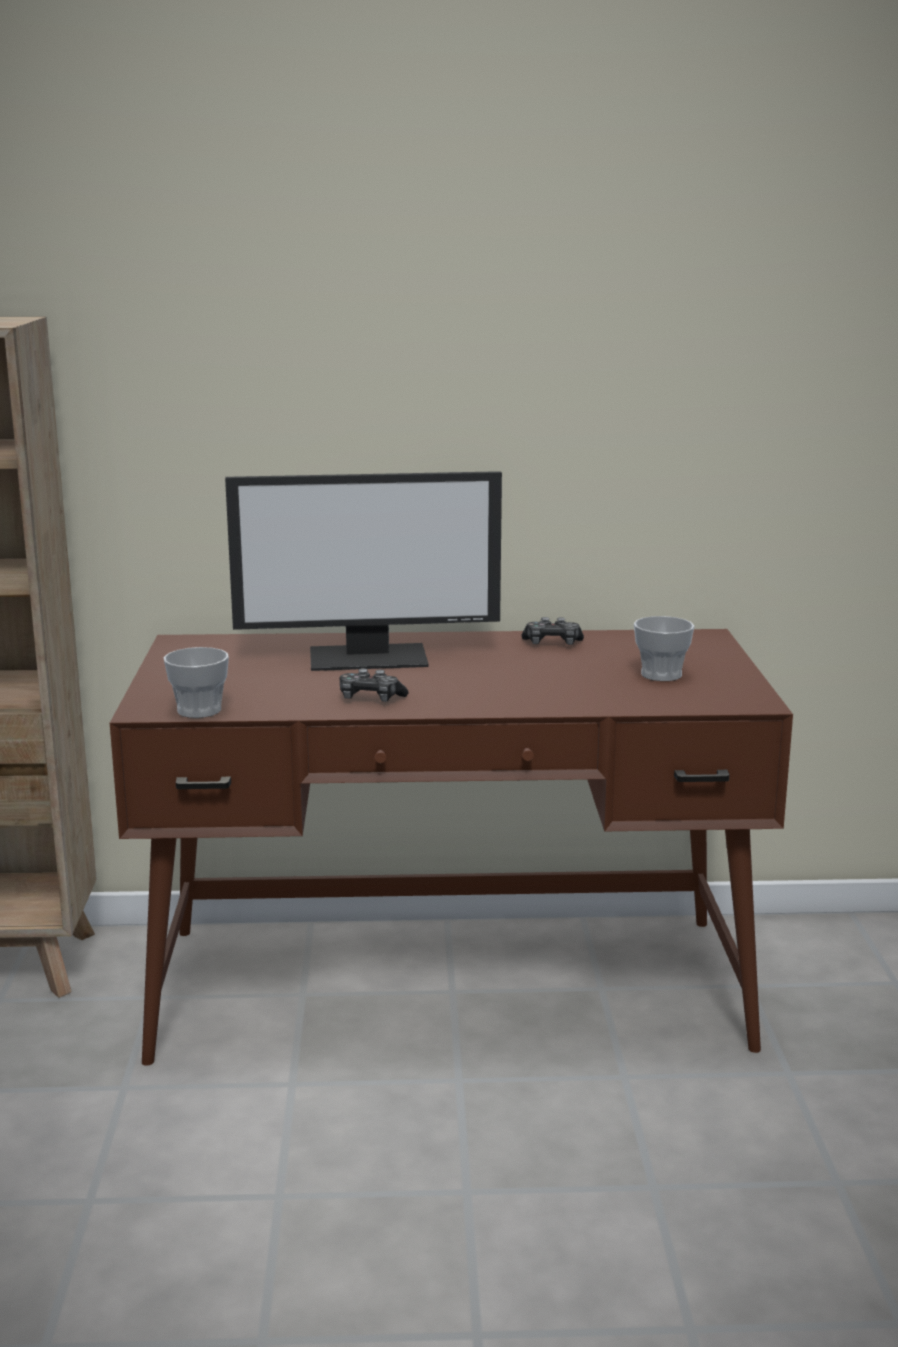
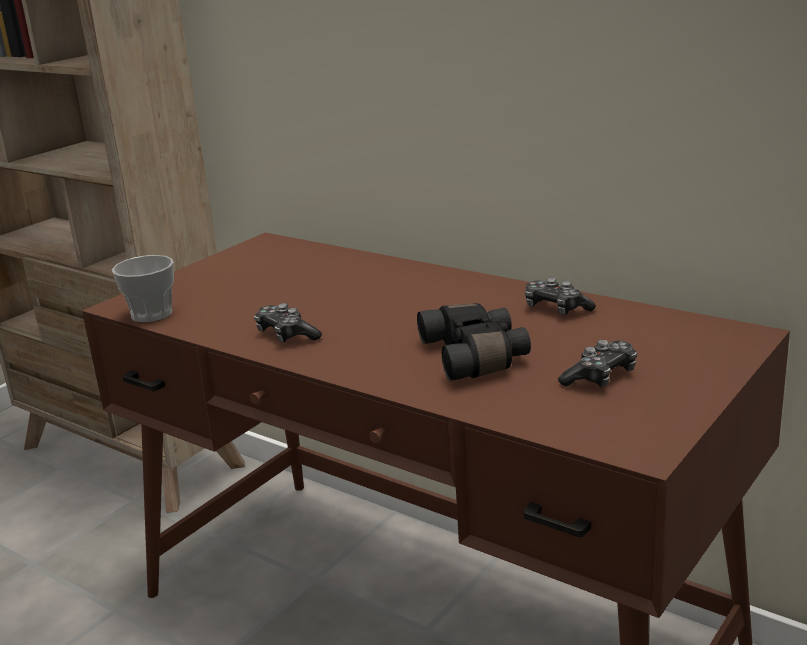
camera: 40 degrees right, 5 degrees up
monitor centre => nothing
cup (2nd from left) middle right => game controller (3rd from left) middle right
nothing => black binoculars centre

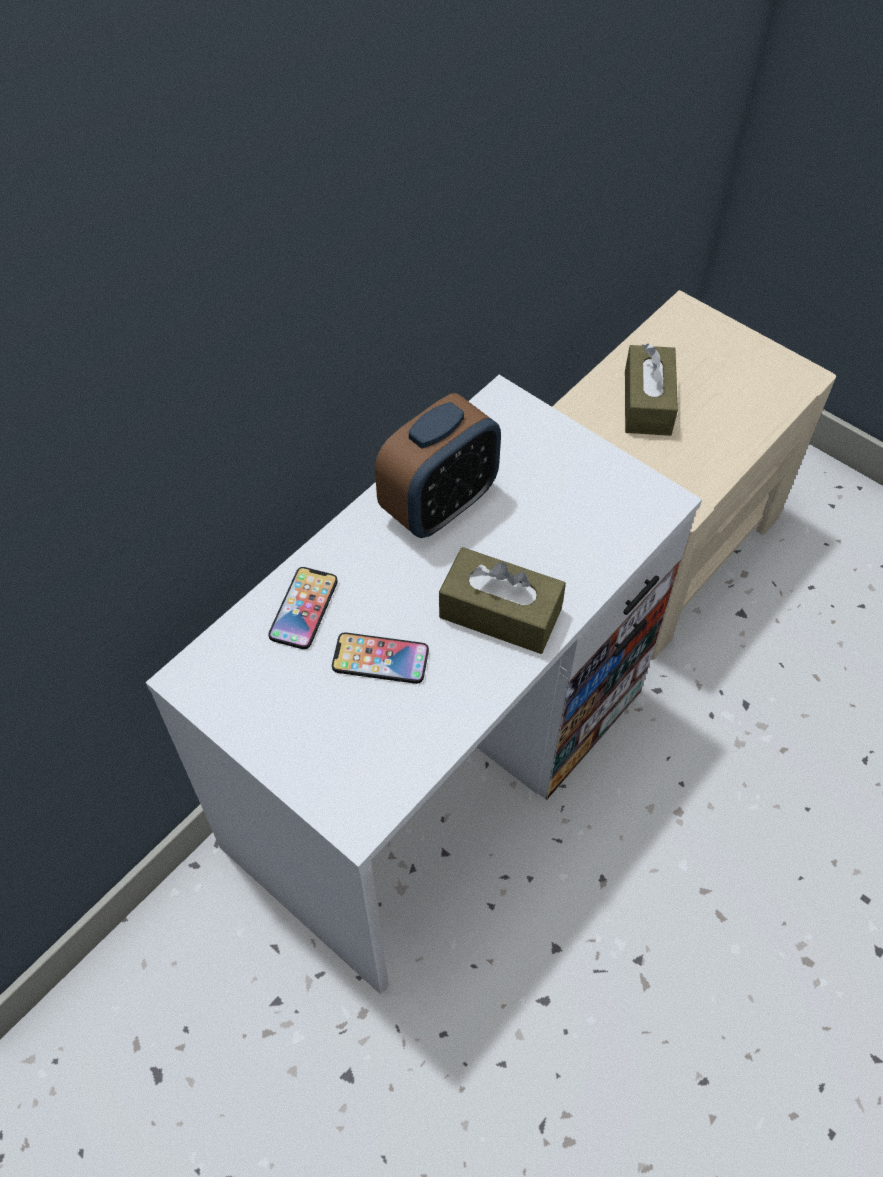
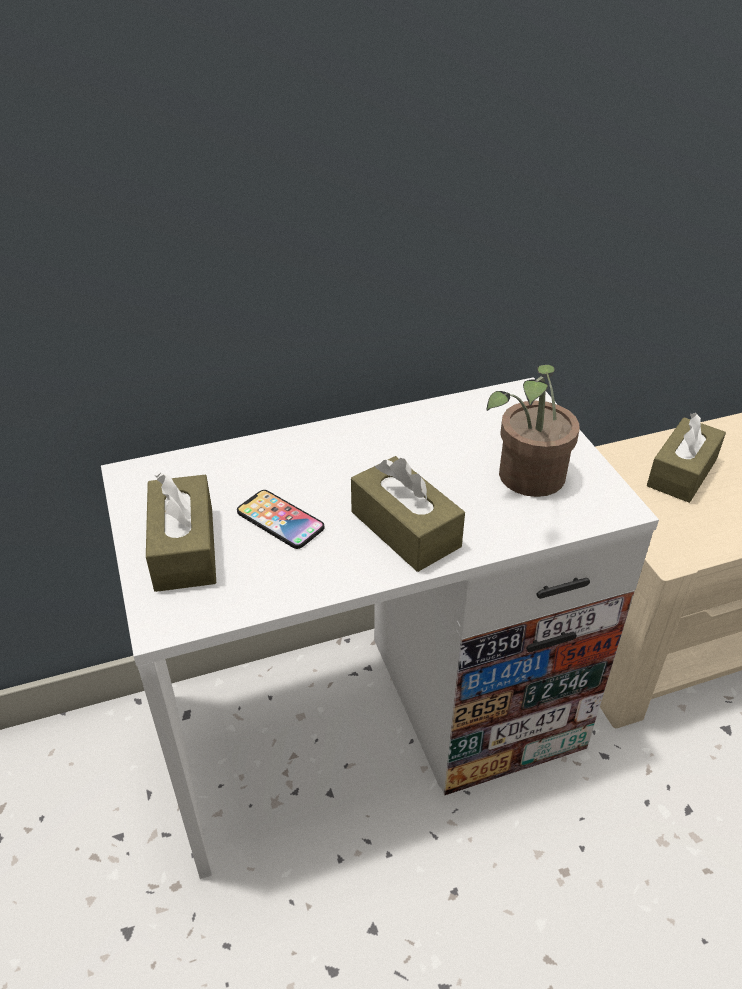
camera: 30 degrees right, 15 degrees down
alarm clock centre => nothing
phone (1st from left) centre => nothing
nothing => potted plant middle right
nothing => brown tissue box (1st from left) middle left

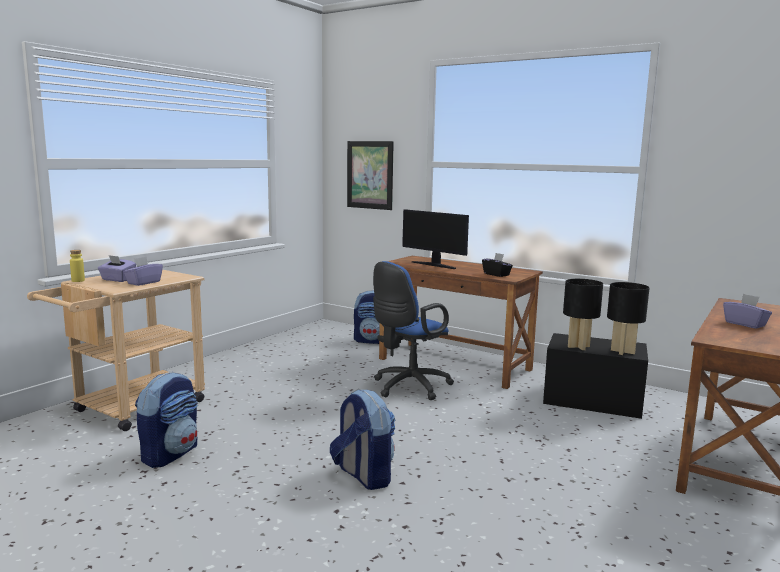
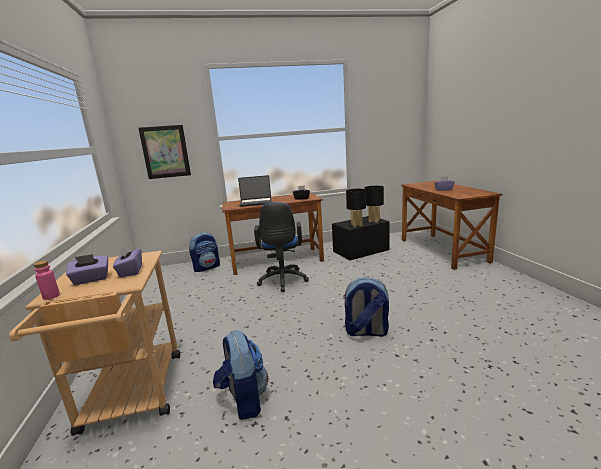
camera: 45 degrees left, 5 degrees up
monitor centre => laptop centre
yellow bottle middle left => pink bottle middle left

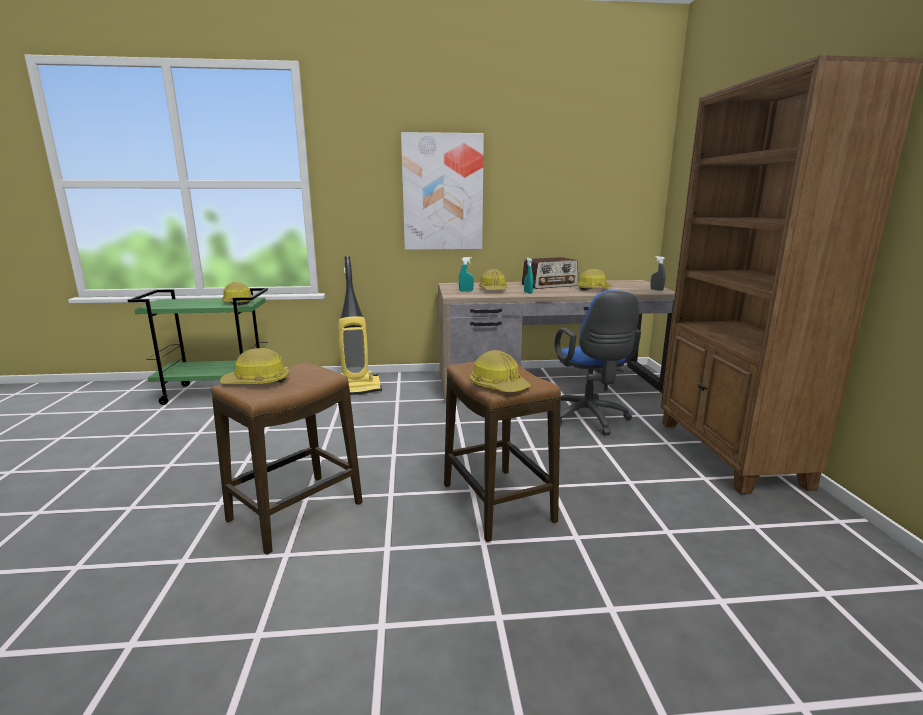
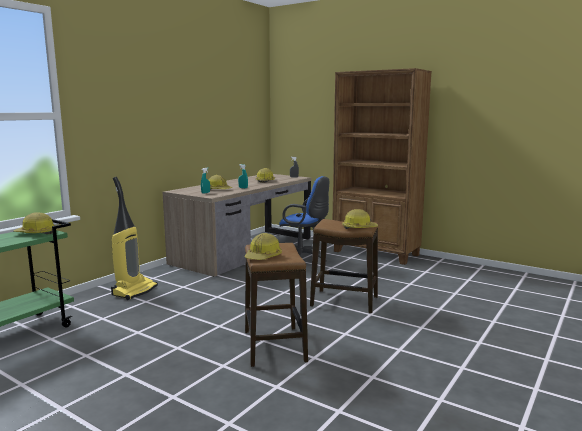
camera: 50 degrees left, 5 degrees down
picture top centre => nothing
radio centre => nothing

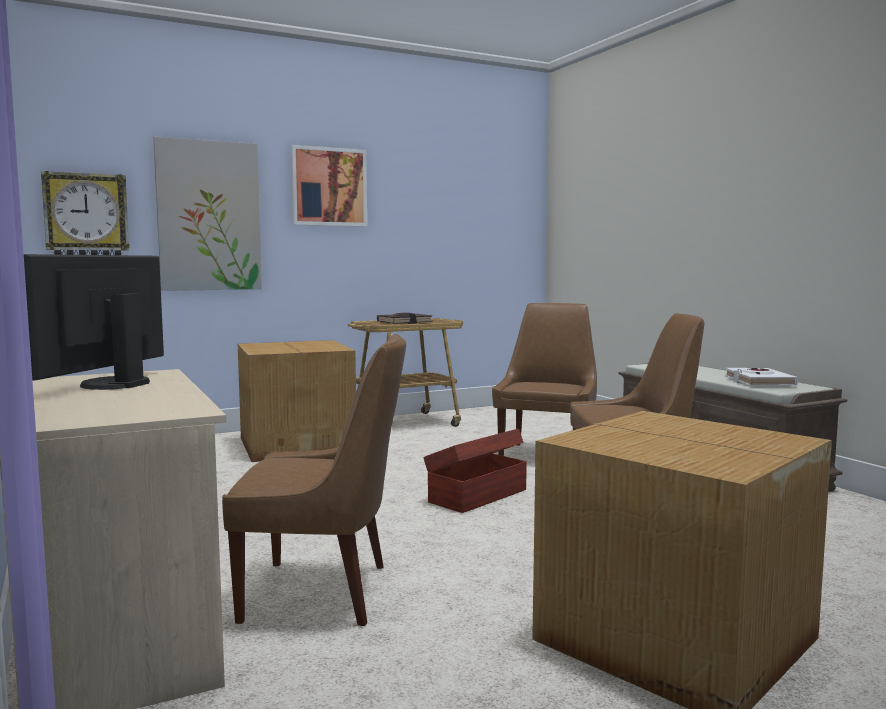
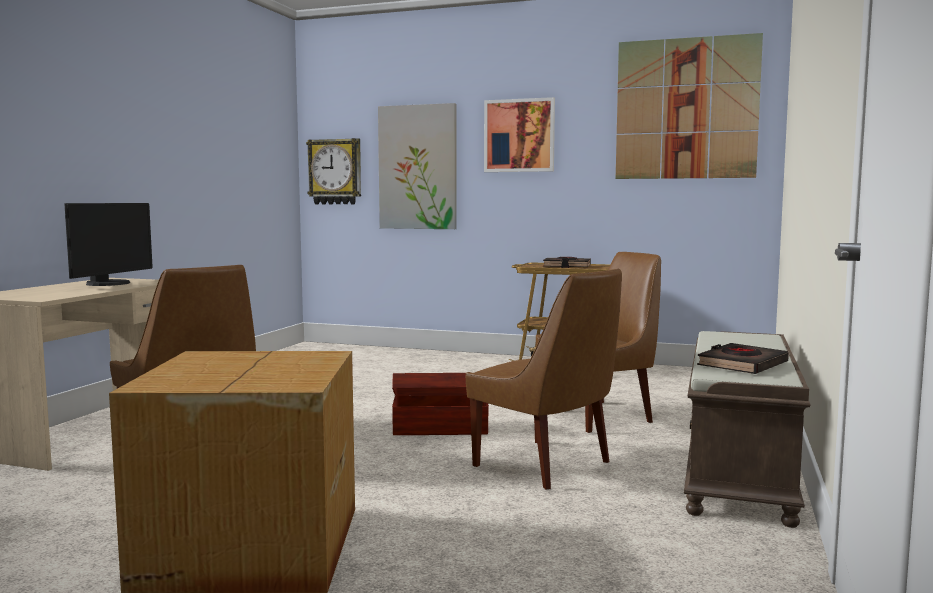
camera: 45 degrees right, 0 degrees up
monitor middle left, 135 degrees clockwise
cardboard box (1st from left) centre => nothing
white book middle right => black book (2nd from left) middle right
nothing => picture (3rd from left) top right

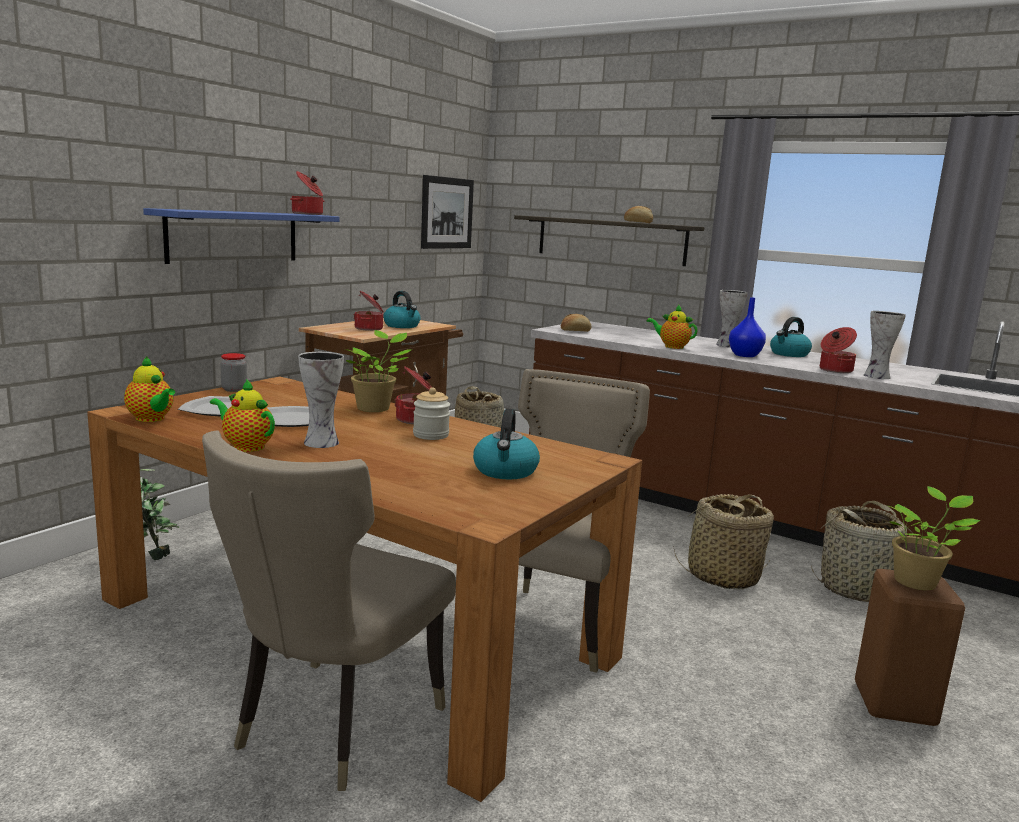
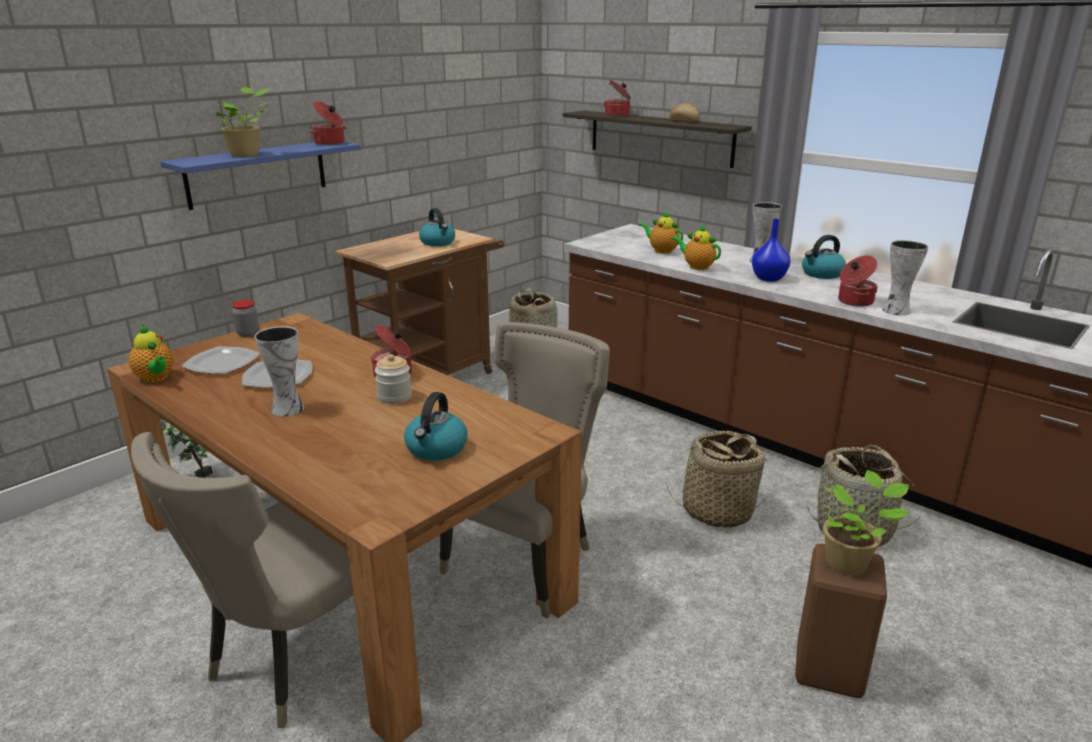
camera: 10 degrees right, 10 degrees up
picture top centre => nothing
cooking pot (2nd from left in the first image) centre => cooking pot (3rd from left) top centre, moved
bread (1st from left) centre => nothing
potted plant (2nd from left) centre => potted plant (2nd from left) top left, moved
teapot (2nd from left) middle left => teapot (2nd from left) top centre, moved

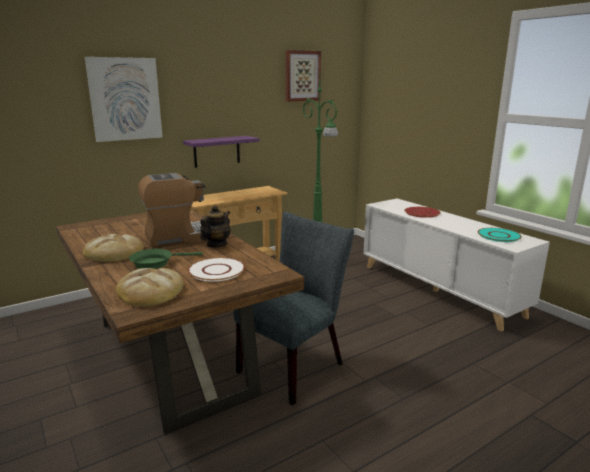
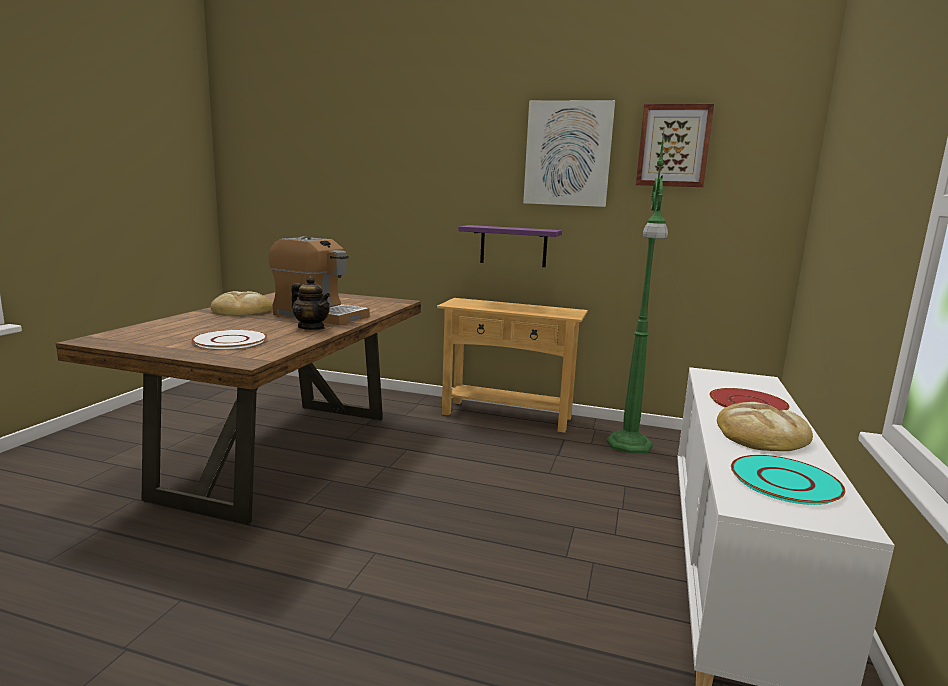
camera: 50 degrees right, 5 degrees down
picture (1st from left) top left => picture (1st from left) top centre, moved
teapot centre => teapot middle left, 45 degrees clockwise
grey chair centre => nothing
green frying pan middle left => nothing
bread (2nd from left) middle left => bread (2nd from left) middle right, moved

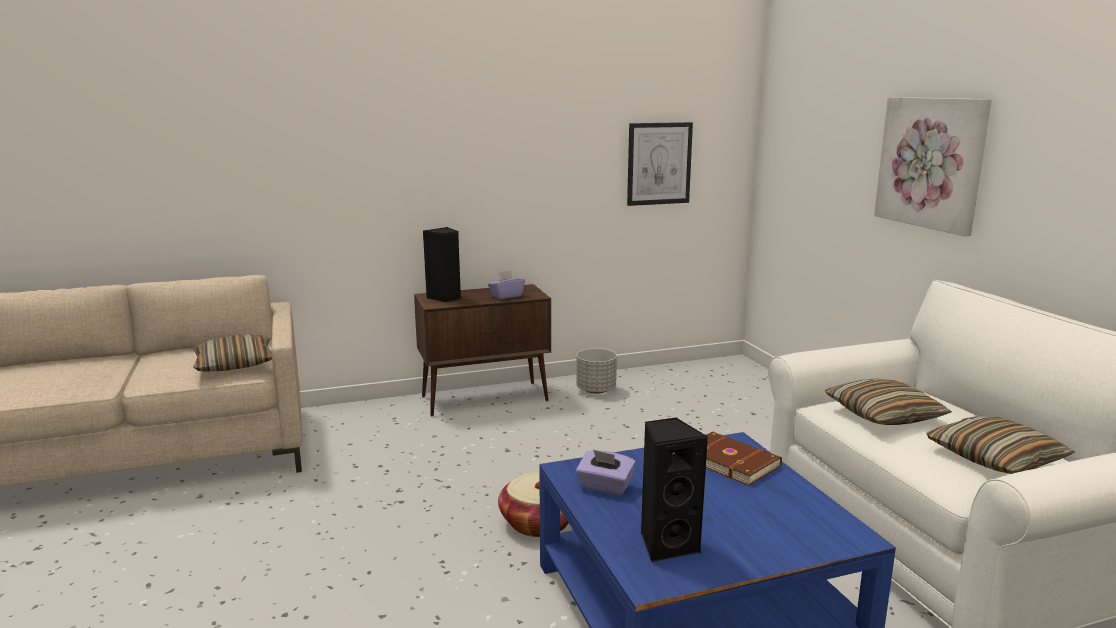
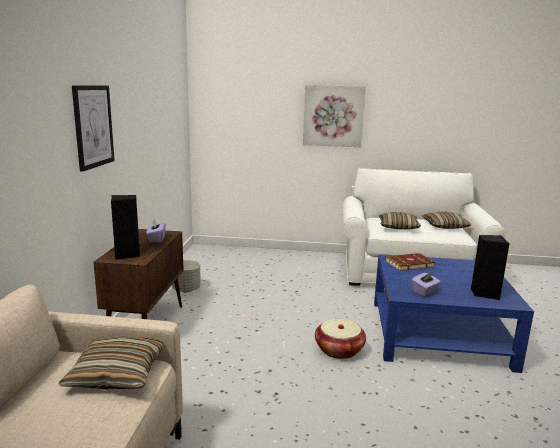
camera: 65 degrees left, 0 degrees up
picture (1st from left) top centre => picture (1st from left) top left, moved

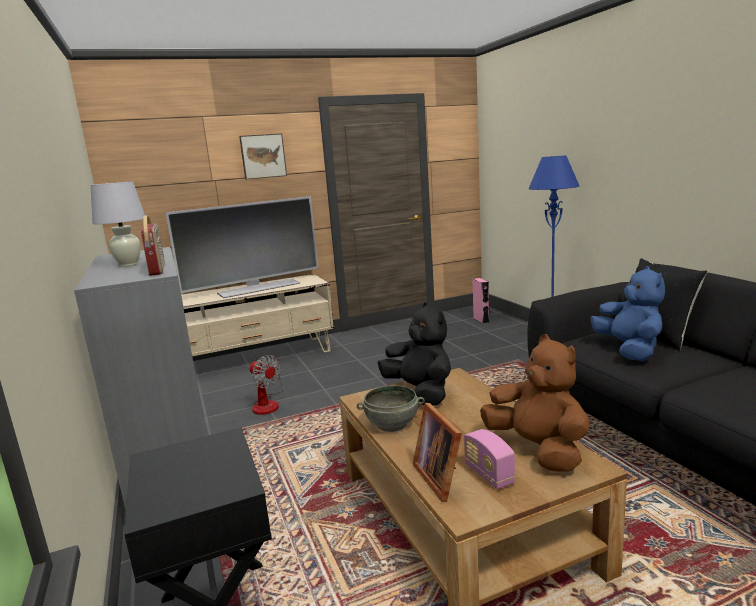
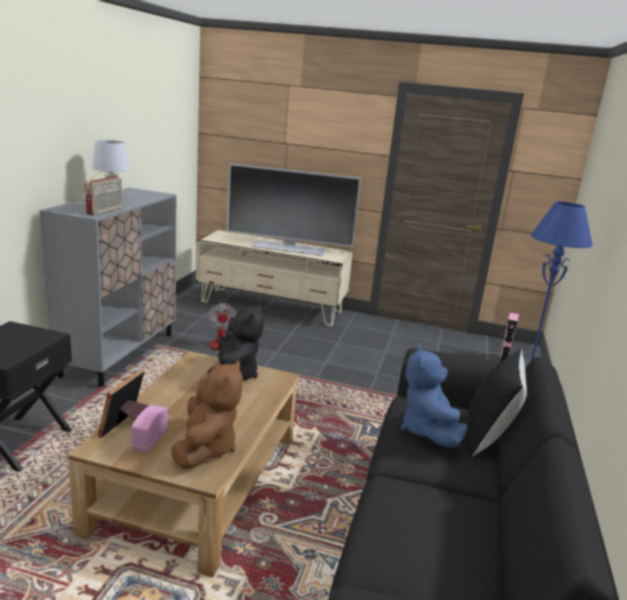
camera: 35 degrees right, 5 degrees up
picture top centre => nothing
blue plush toy middle right, 150 degrees clockwise
grey bowl bottom centre => nothing

